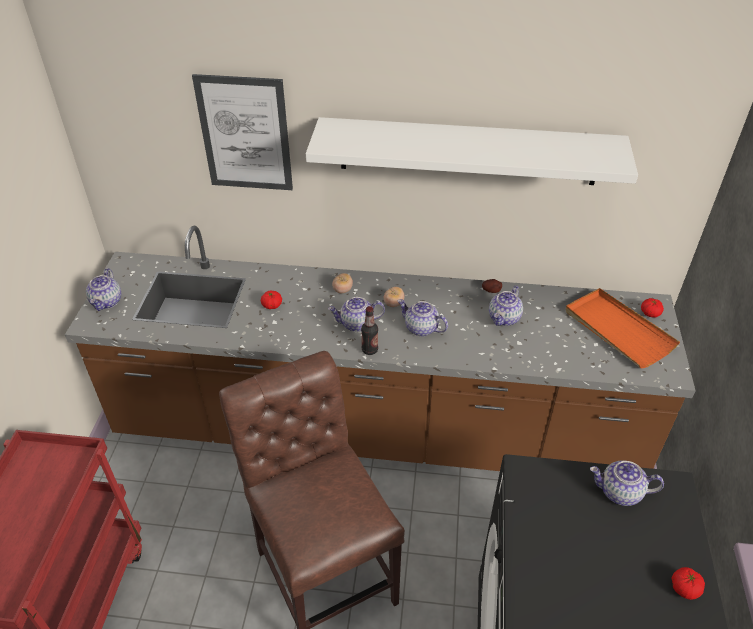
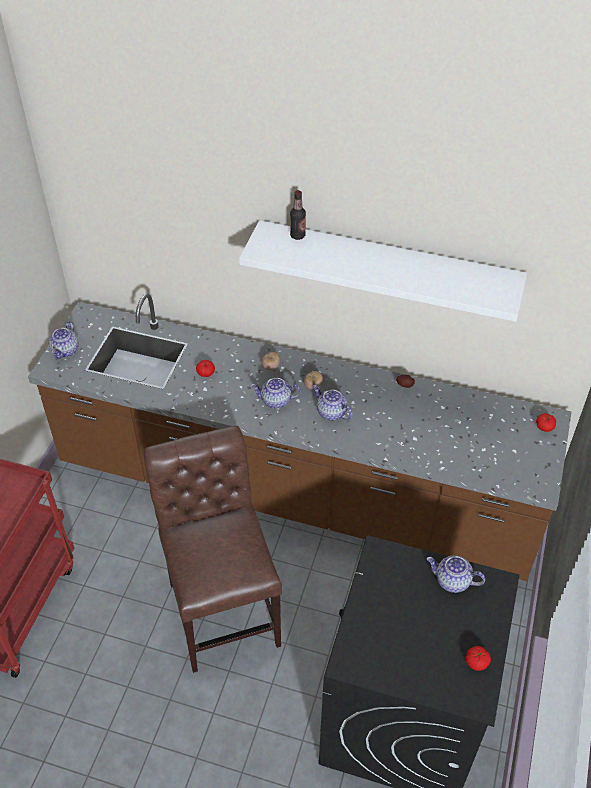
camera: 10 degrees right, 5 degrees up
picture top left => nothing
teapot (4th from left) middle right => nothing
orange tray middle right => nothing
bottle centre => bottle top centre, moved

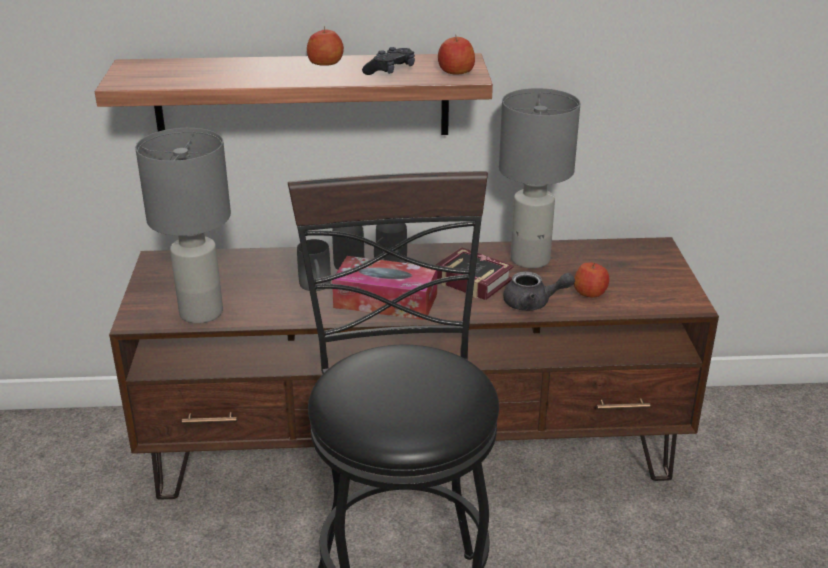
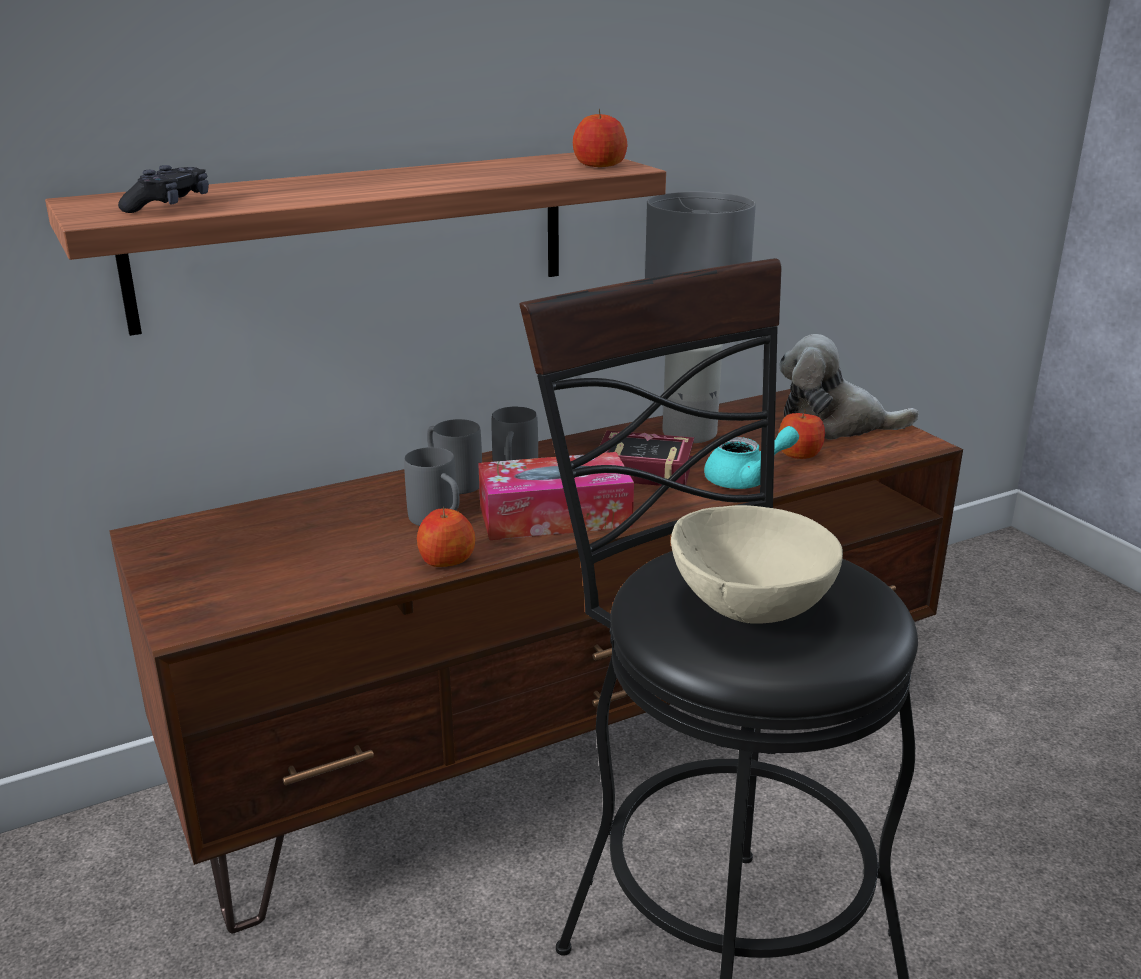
camera: 25 degrees left, 5 degrees down
apple (1st from left) top centre => apple (1st from left) centre, moved
black game controller top centre => black game controller top left, moved
grey table lamp (1st from left) middle left => nothing
grey teapot centre => turquoise teapot centre
nothing => plush toy middle right
nothing => beige bowl centre

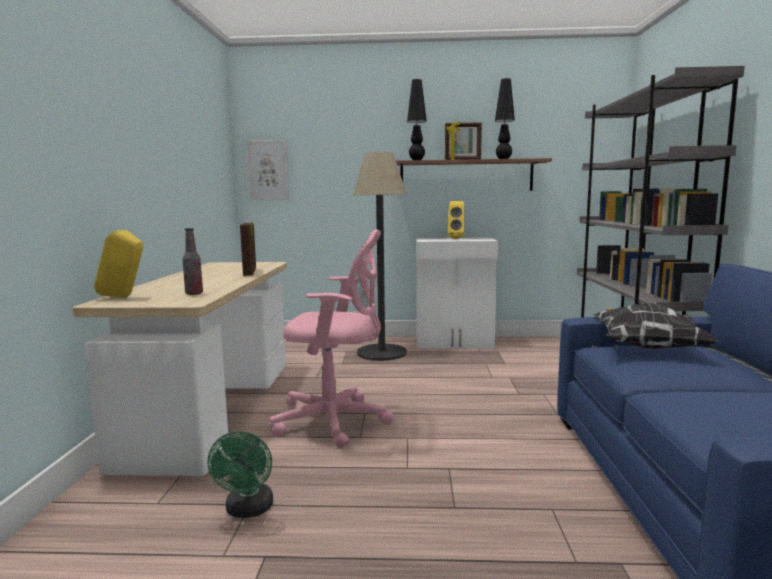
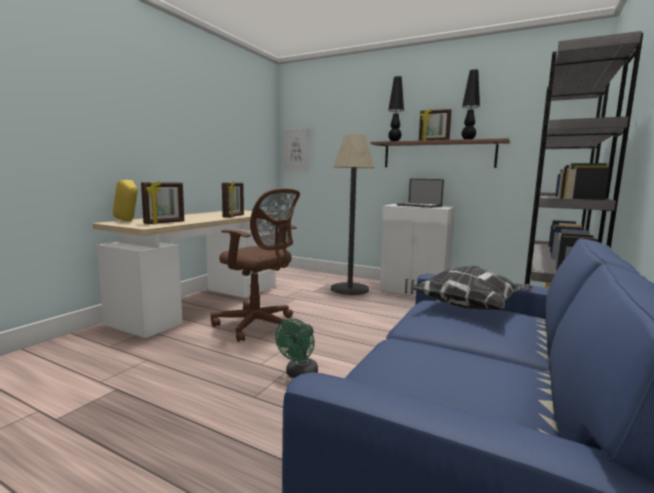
camera: 25 degrees right, 0 degrees up
yellow speaker (2nd from left) centre => laptop centre
bottle middle left => picture frame (1st from left) middle left
pink office chair centre => brown office chair centre
green fan bottom left => green fan bottom centre, moved

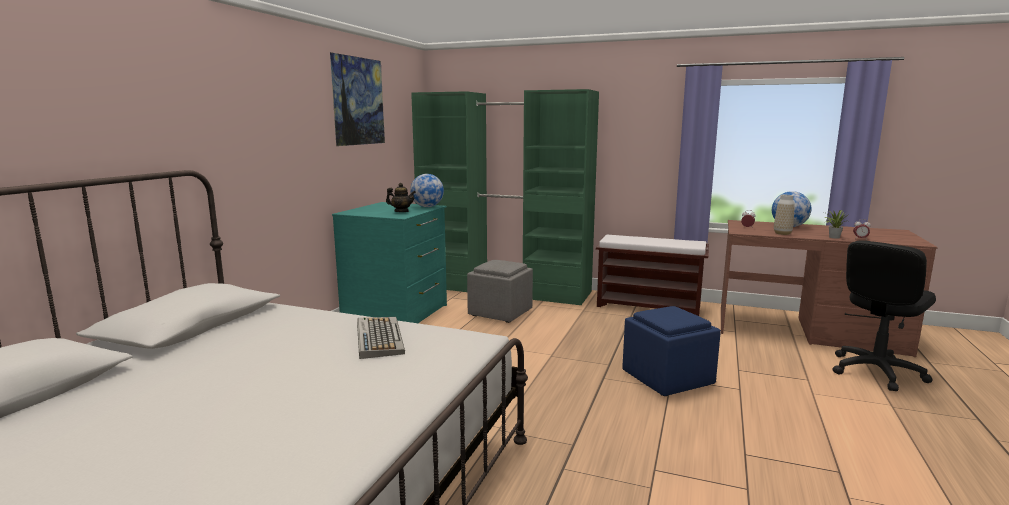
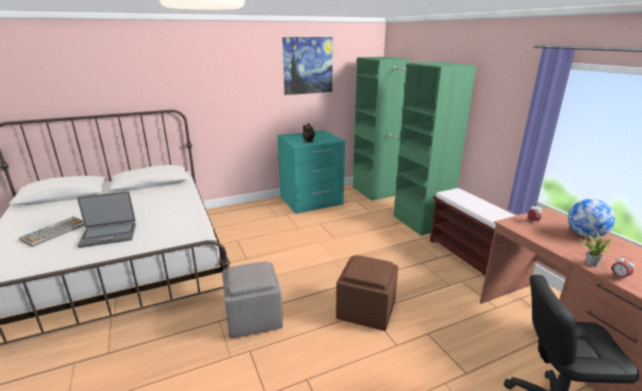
camera: 45 degrees right, 10 degrees up
globe (1st from left) centre => nothing
vase middle right => nothing
grey ottoman centre => grey ottoman bottom centre, moved
blue ottoman bottom centre => brown ottoman bottom centre
keyboard bottom centre => keyboard middle left, moved
nothing => laptop middle left

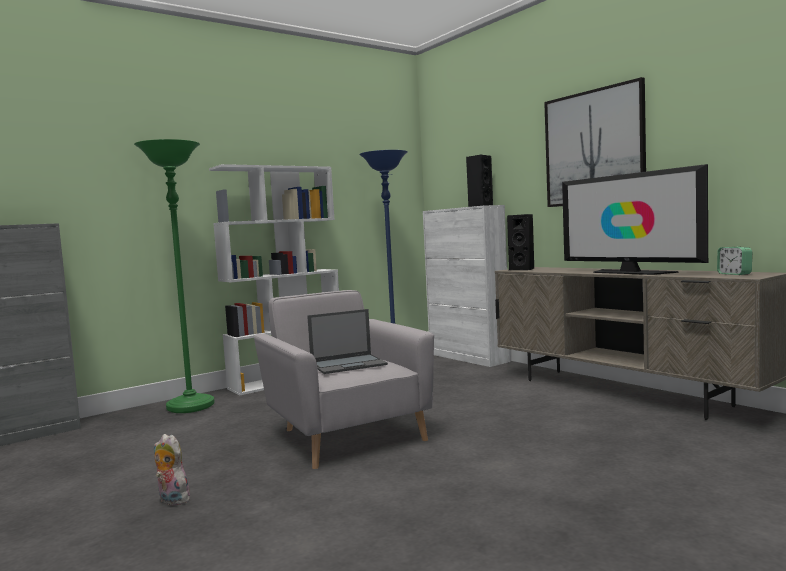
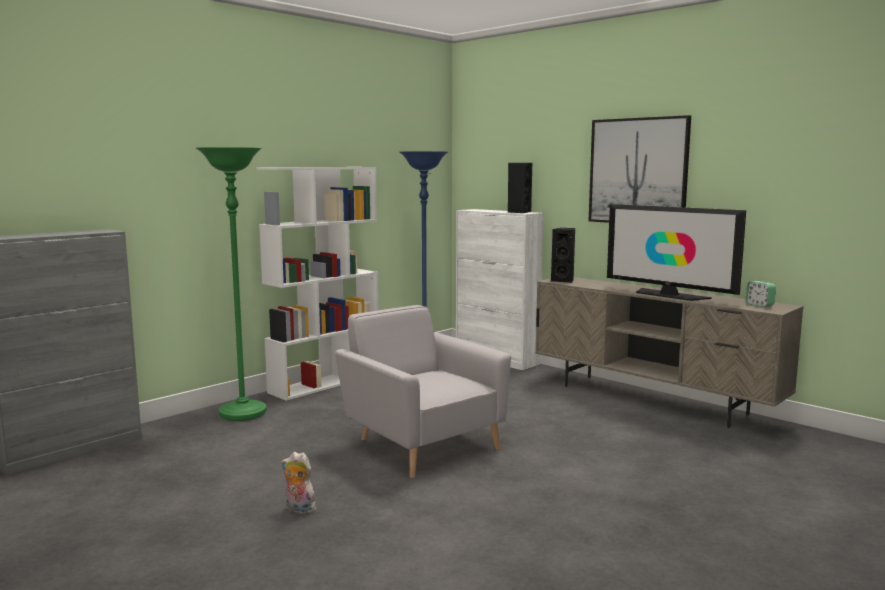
camera: 10 degrees left, 5 degrees up
laptop centre => nothing

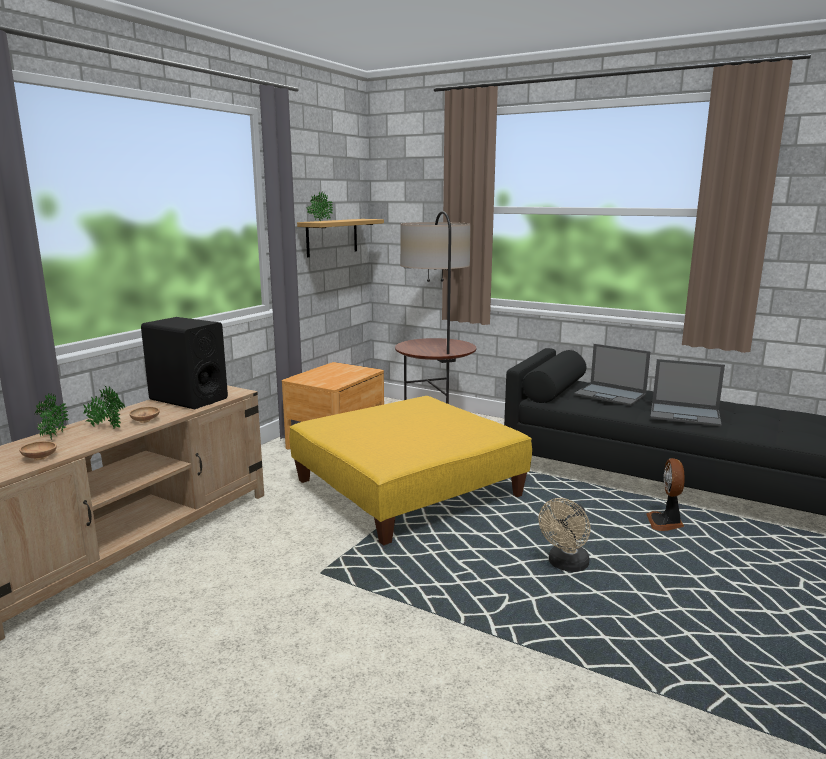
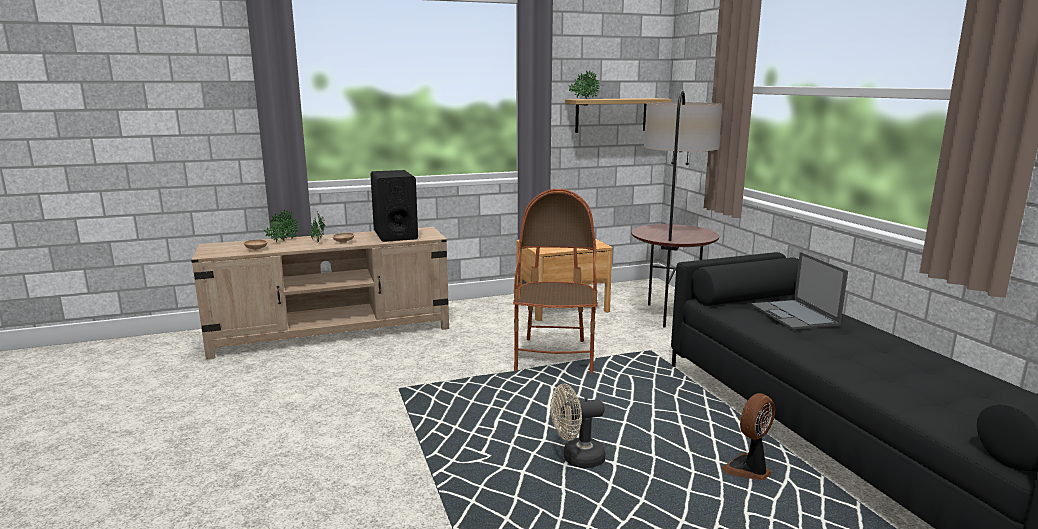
camera: 40 degrees right, 0 degrees up
laptop (2nd from left) middle right => nothing
yellow ottoman centre => armchair centre

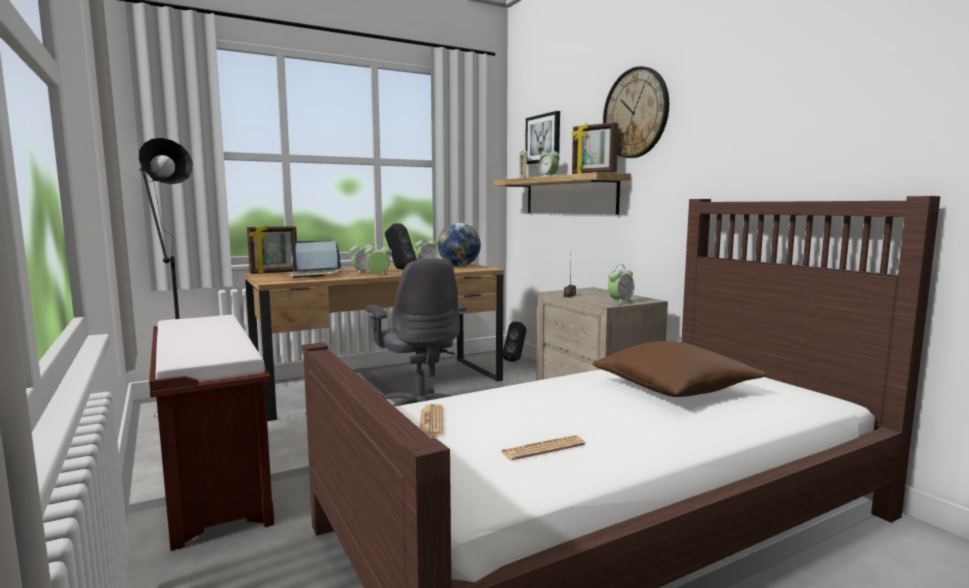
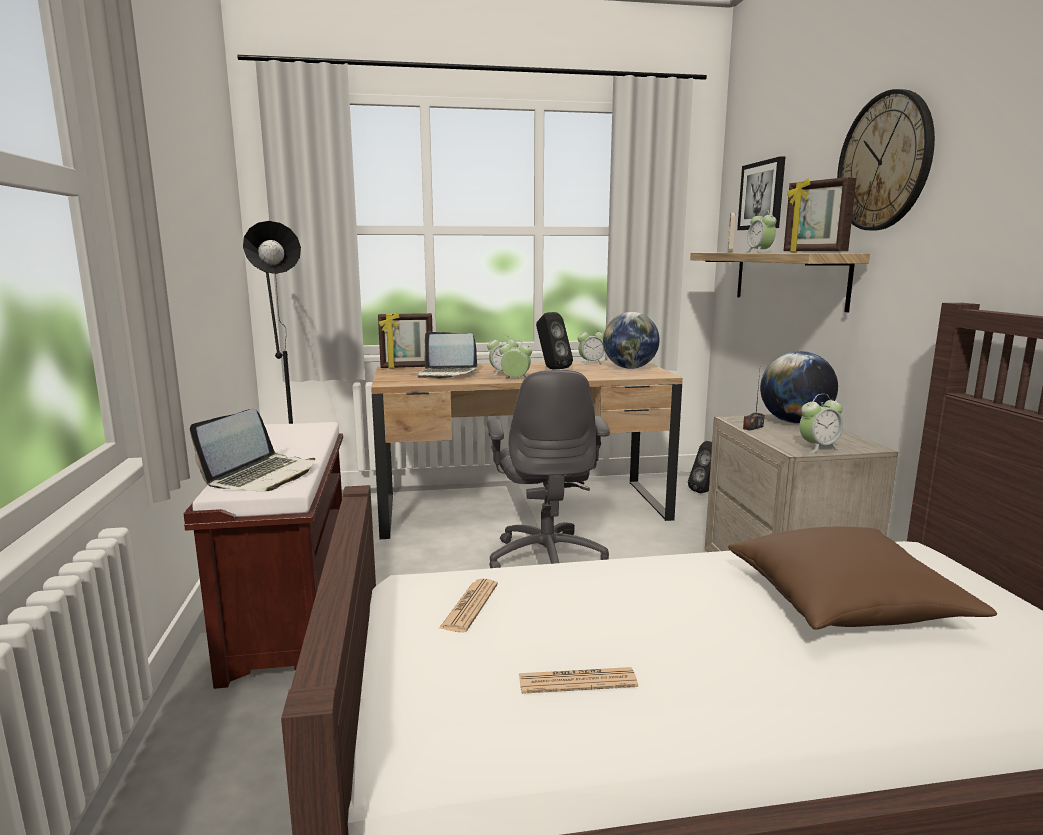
camera: 20 degrees right, 5 degrees up
nothing => globe (2nd from left) middle right
nothing => laptop (1st from left) middle left

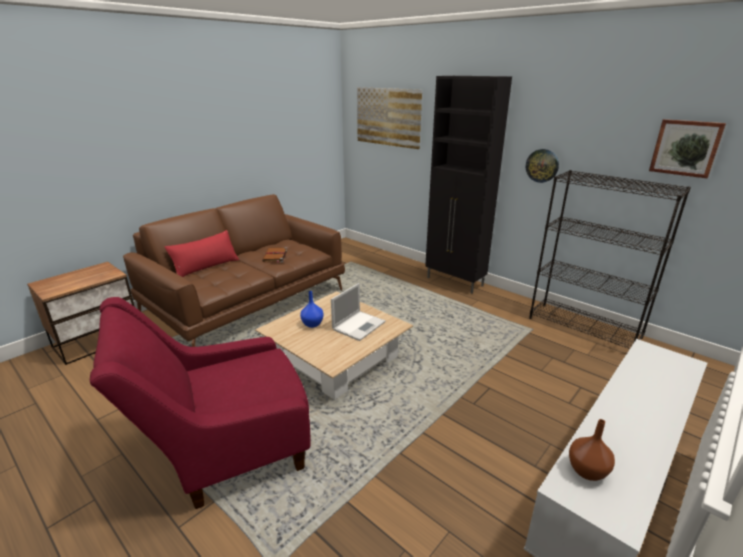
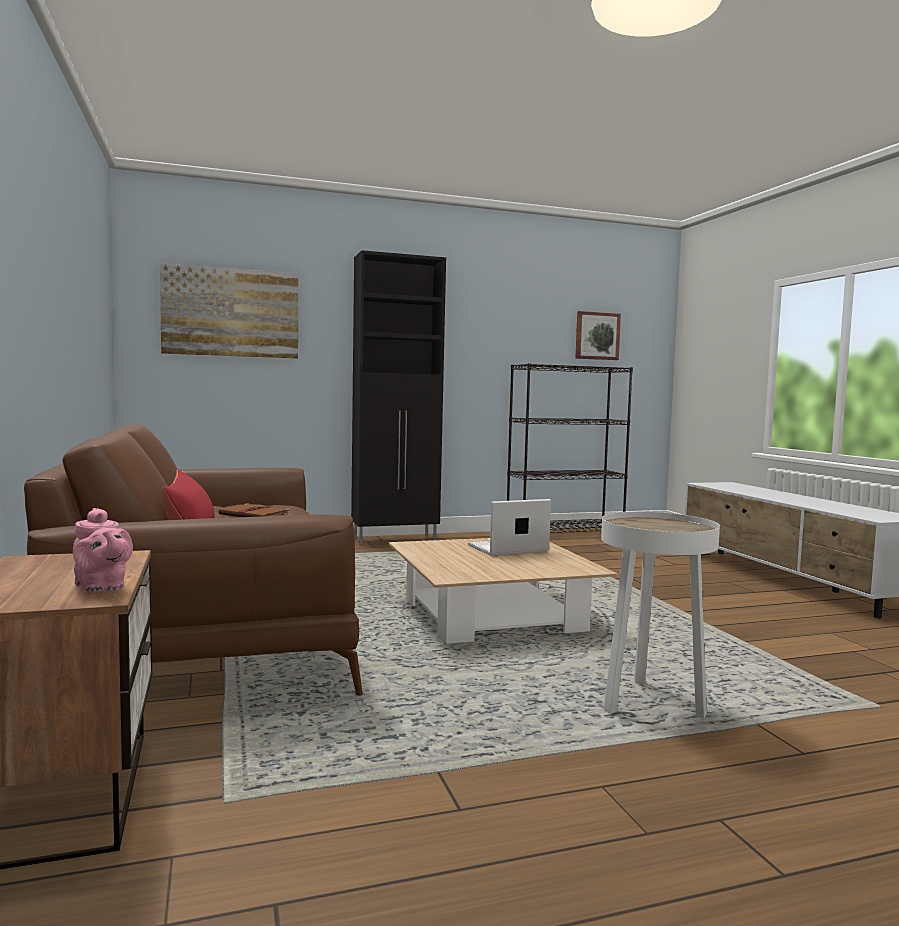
camera: 60 degrees left, 20 degrees down
wall clock top right => nothing
laptop centre, 90 degrees counterclockwise
blue vase centre => nothing
red armchair bottom left => white side table middle right
brown vase bottom right => nothing
nothing => pink teapot middle left

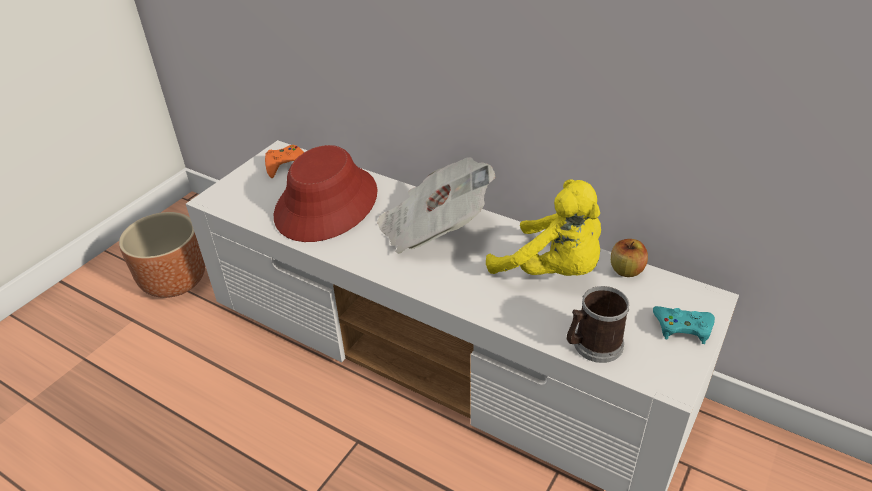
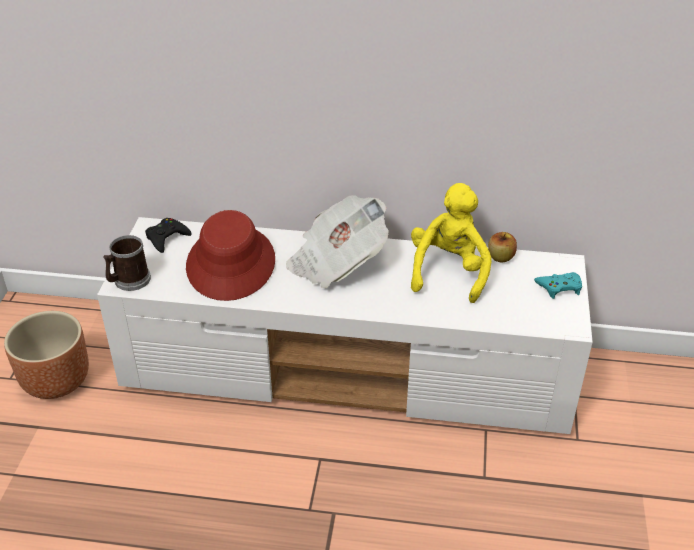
camera: 25 degrees left, 0 degrees up
orange game controller top left => black game controller middle left
yellow plush toy centre, 90 degrees counterclockwise
mug middle right => mug middle left, moved

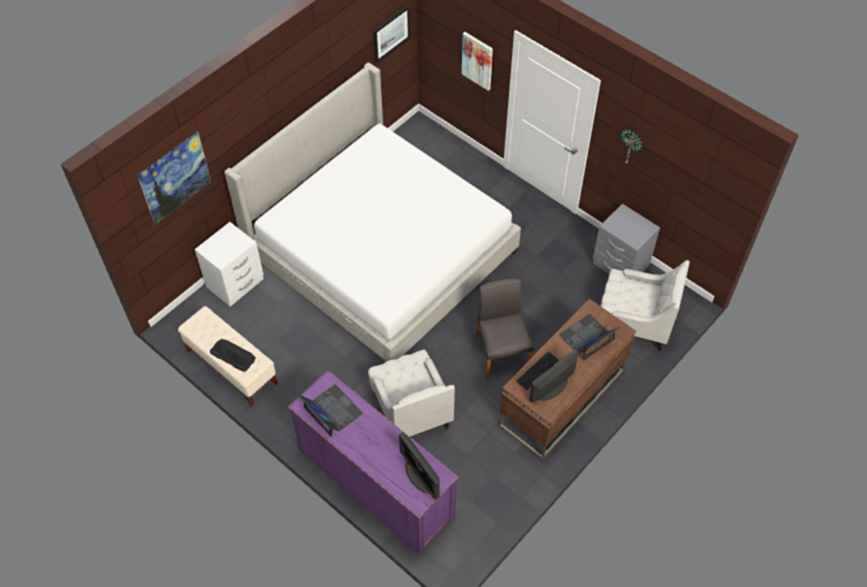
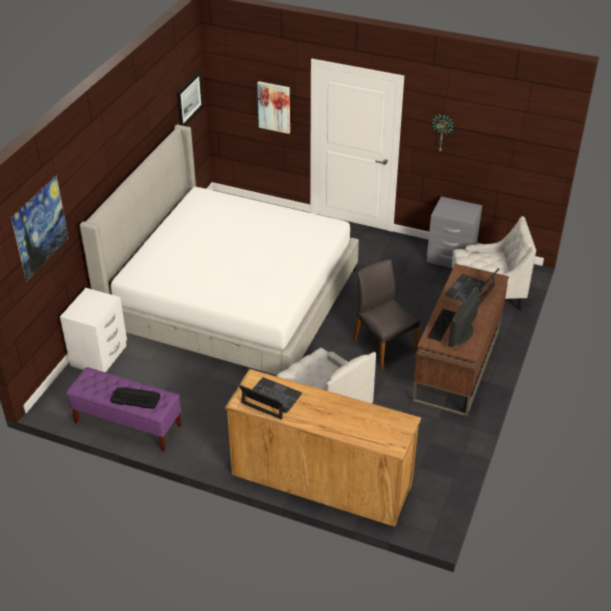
camera: 20 degrees left, 15 degrees down
beige bench middle left => purple bench bottom left
purple dresser bottom centre => brown dresser bottom centre
monitor (1st from left) bottom centre => nothing

